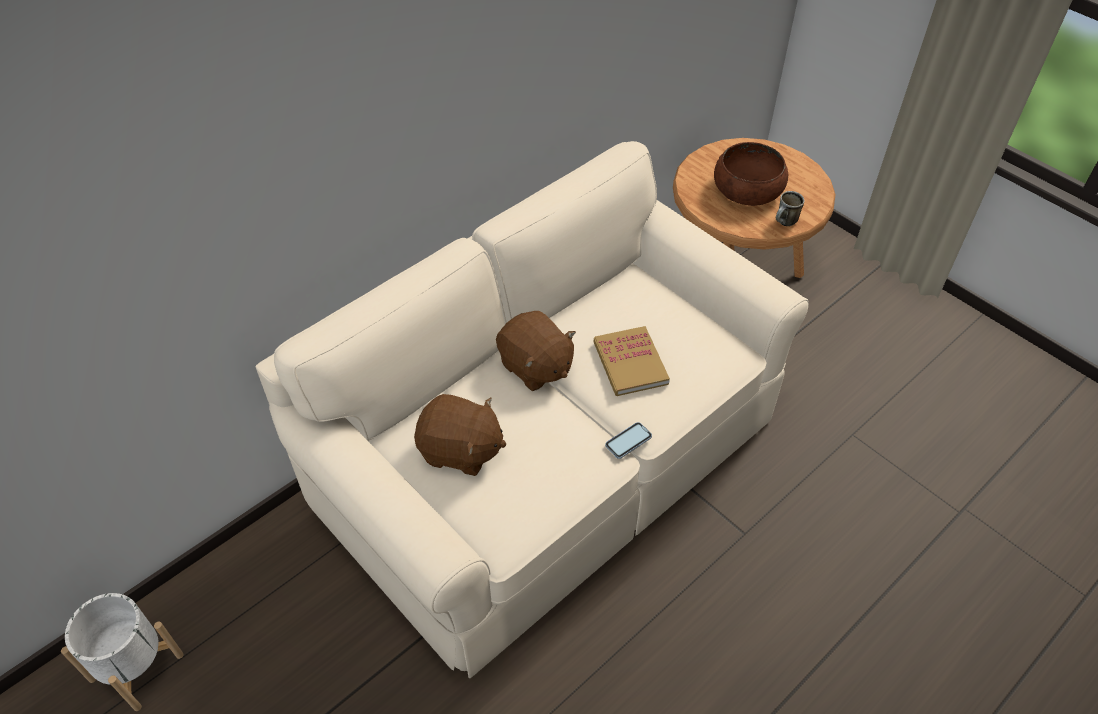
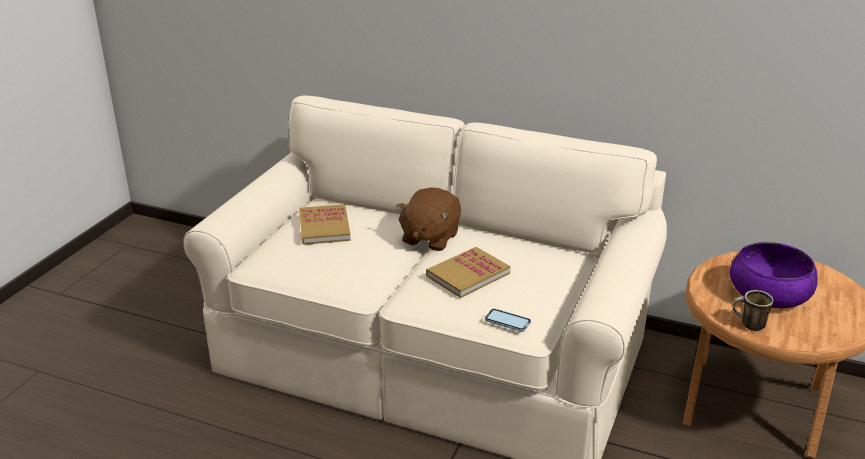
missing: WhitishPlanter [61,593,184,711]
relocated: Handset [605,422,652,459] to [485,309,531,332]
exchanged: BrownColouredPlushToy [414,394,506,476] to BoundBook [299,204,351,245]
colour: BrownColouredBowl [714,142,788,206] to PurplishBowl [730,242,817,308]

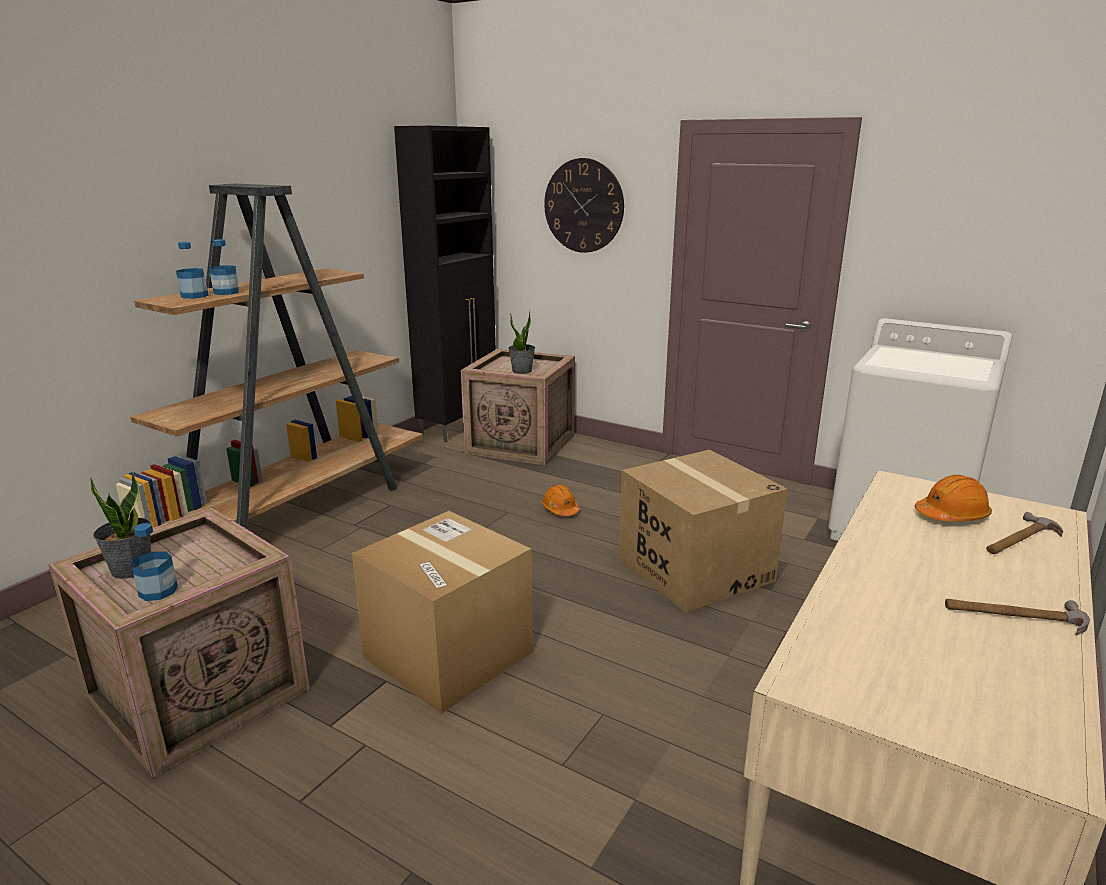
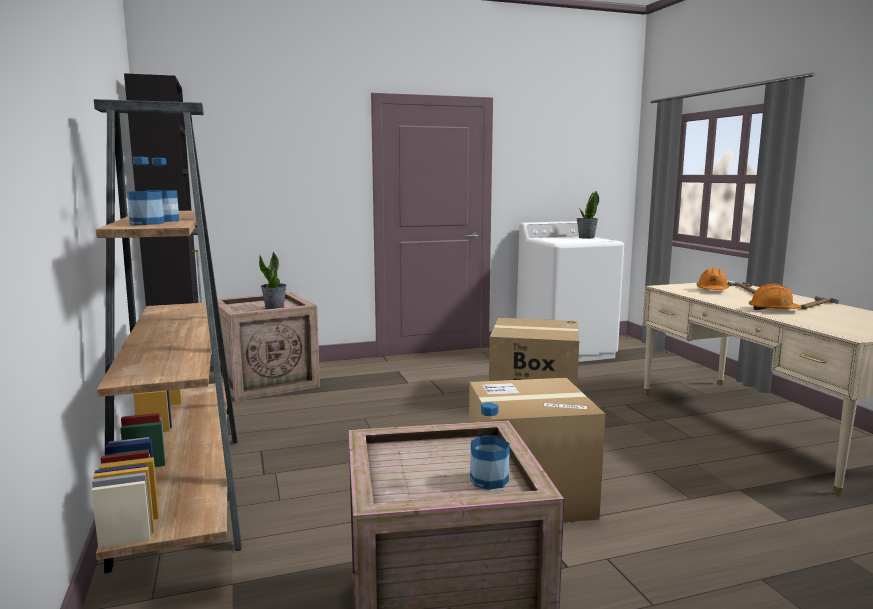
missing: WallClock [544,158,624,253]
relocated: Houseplant [90,471,151,579] to [576,190,599,239]; OrangeColouredHardHat [542,485,580,516] to [749,284,802,310]

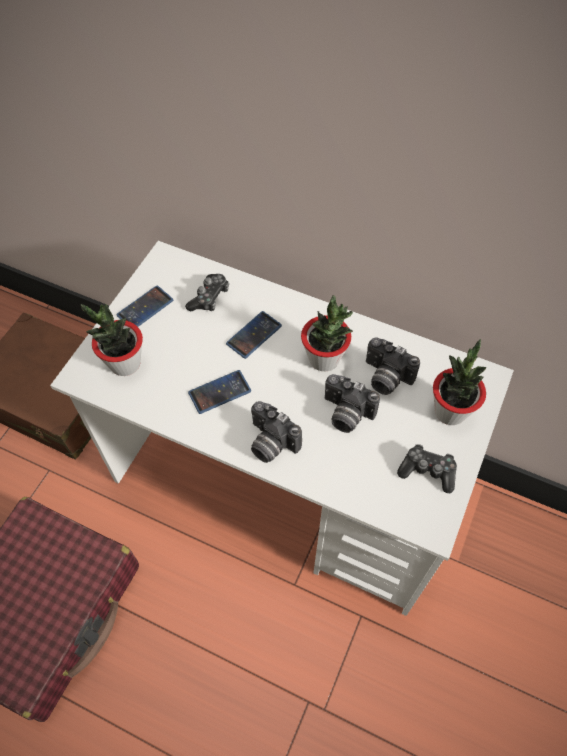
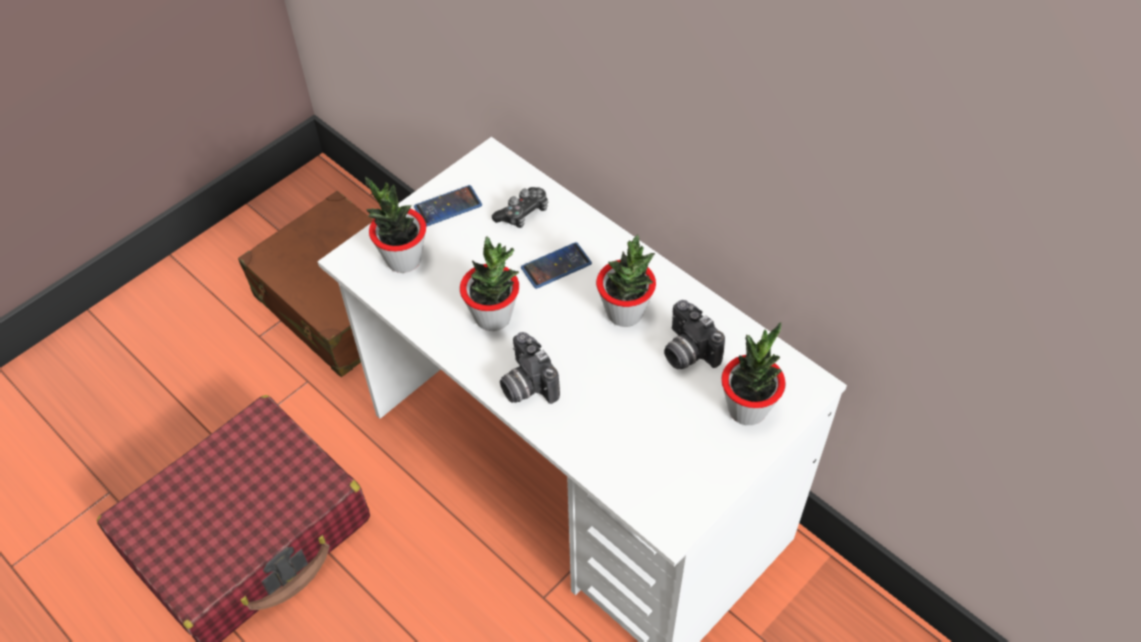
missing: StillCamera [325,374,380,433]; Gamepad [397,444,457,493]
exchanged: Handset [188,370,251,414] to Houseplant [460,236,519,331]

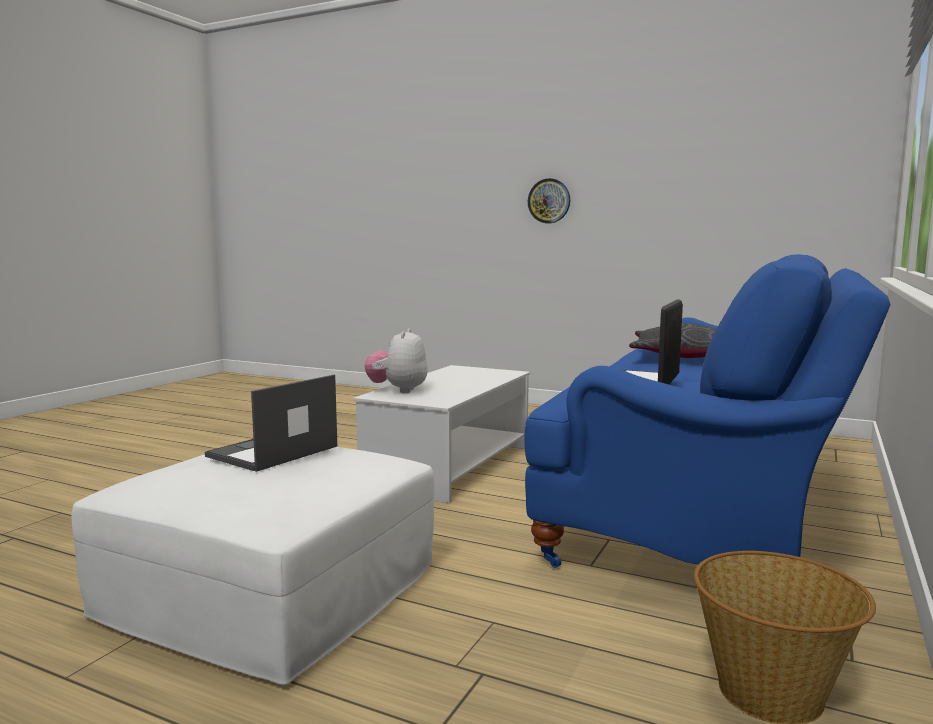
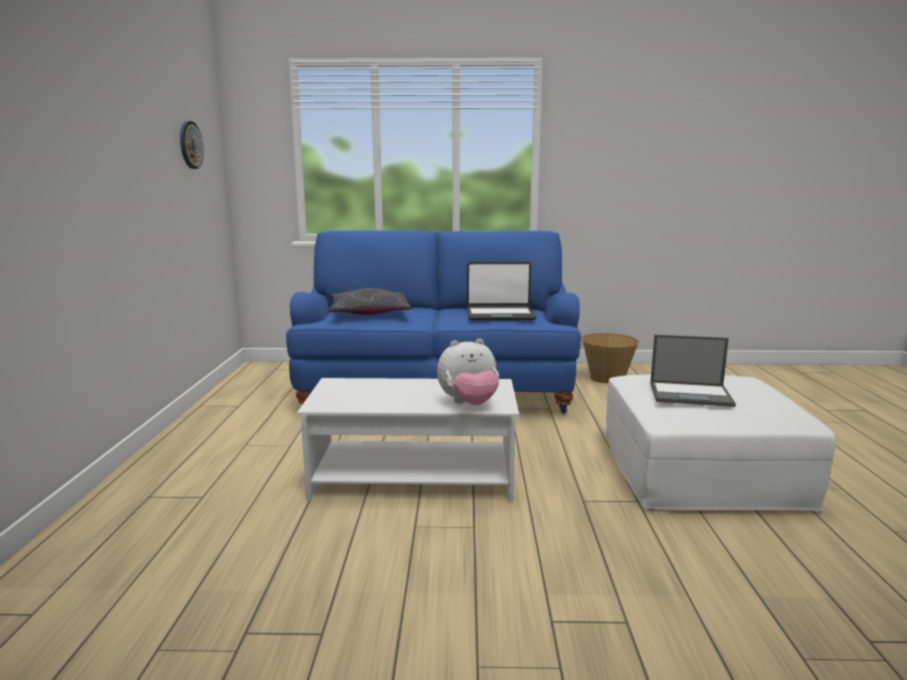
relocated: WallClock [528,178,570,223] to [180,121,204,169]

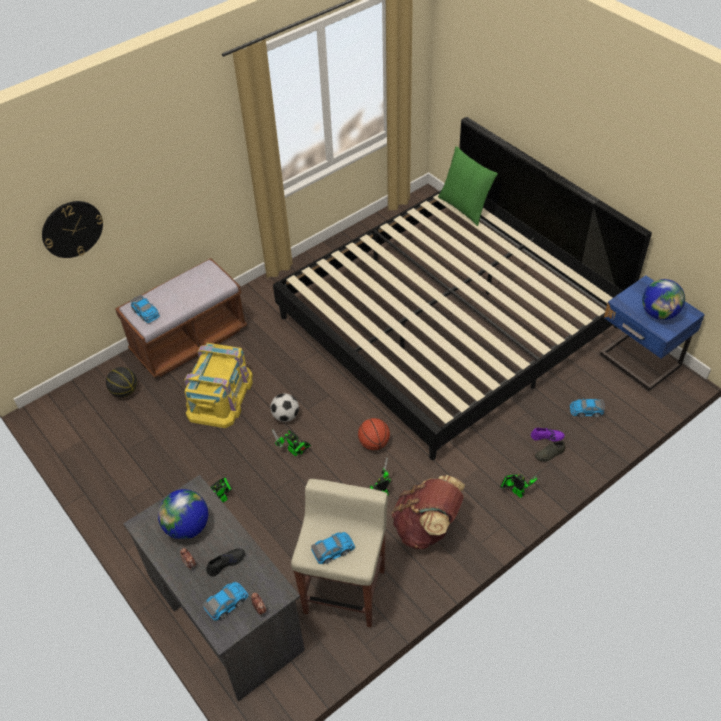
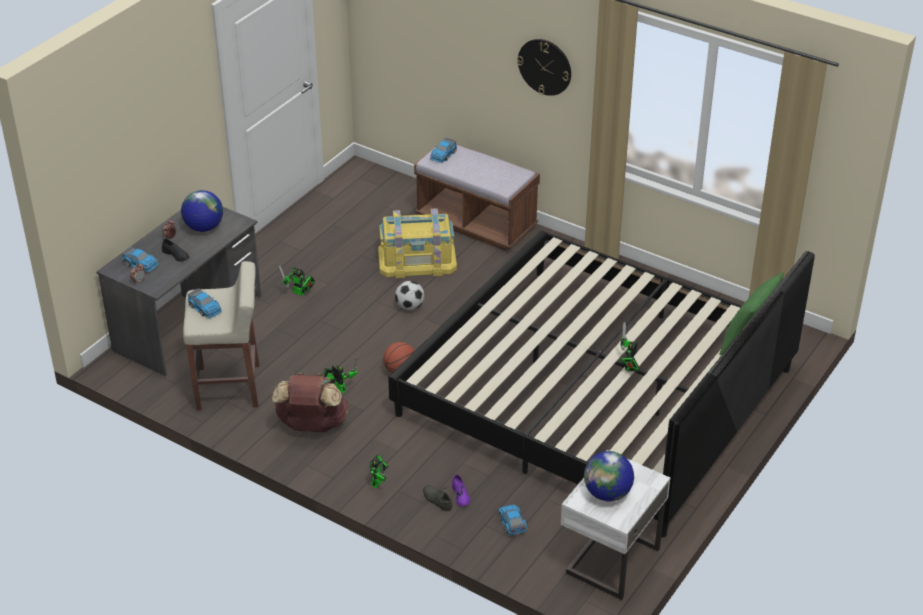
missing: BasketballBall [106,367,137,397]
relocated: WallClock [42,201,103,258] to [517,39,571,96]; ToyRobot [272,429,311,457] to [620,322,640,371]
colour: BlueColouredNightTable [600,275,705,391] to WhitishNightTable [561,450,670,600]

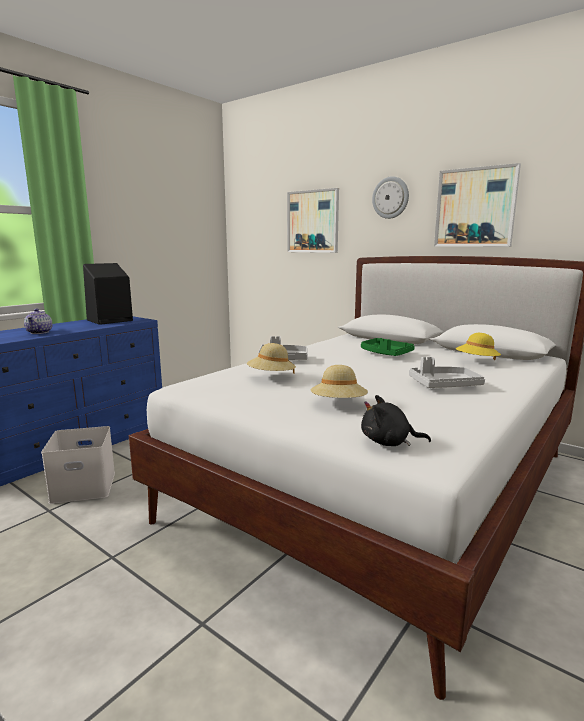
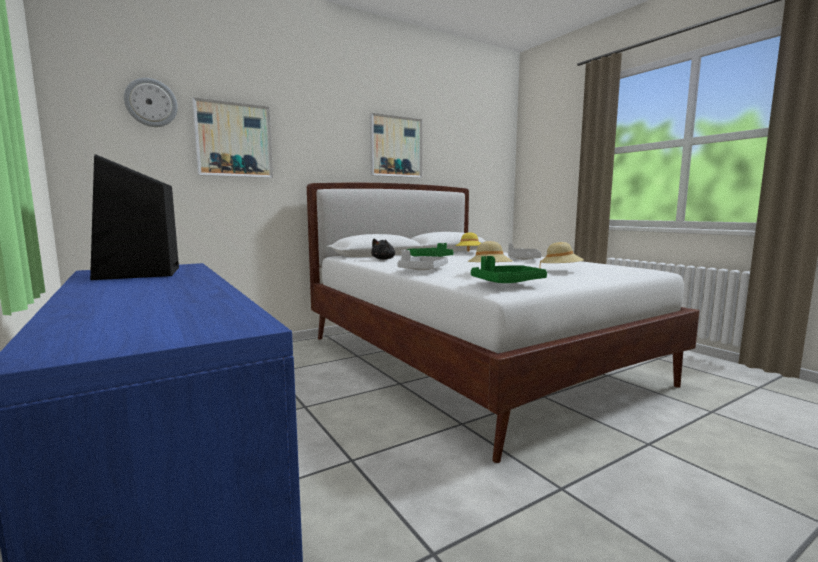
missing: TeaPot [24,308,52,334]; WhitishStorageBox [41,426,115,504]
appeared: GreenColouredTray [471,256,547,283]
relocated: WallClock [372,176,409,219] to [124,78,178,127]; BlackishPlushToy [361,395,431,446] to [371,239,395,260]

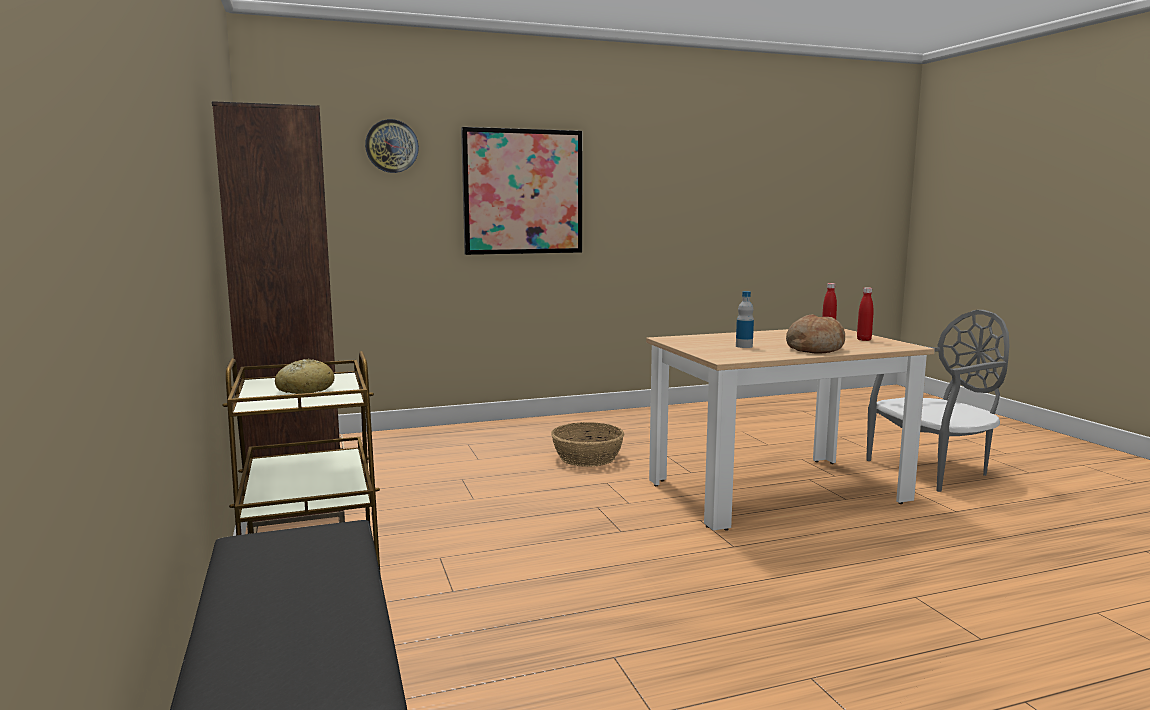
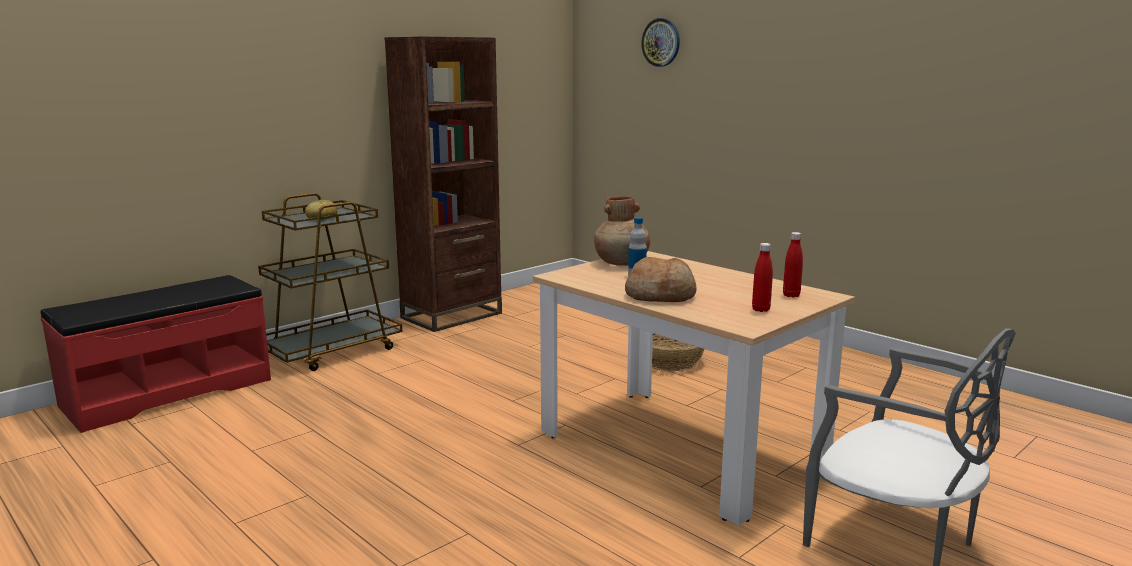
missing: WallArt [461,127,582,255]
appeared: BrownColouredDecorativeVase [594,196,650,266]

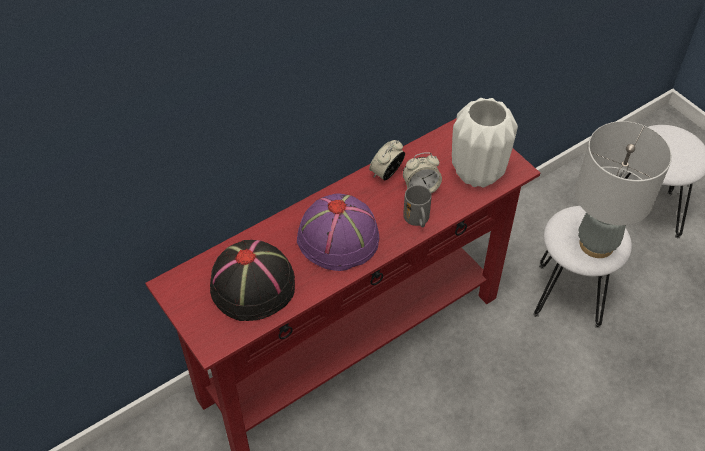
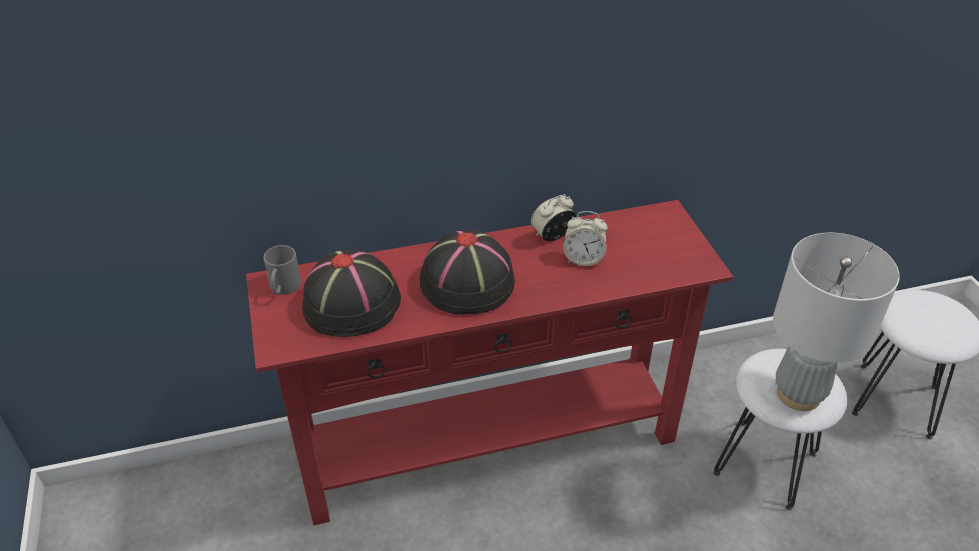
missing: WhitishDecorativeVase [452,98,518,187]
relocated: GreyMug [403,185,432,227] to [264,245,301,295]
colour: PurplishClothingHat [297,193,379,271] to BlackishClothingHat [420,230,515,315]

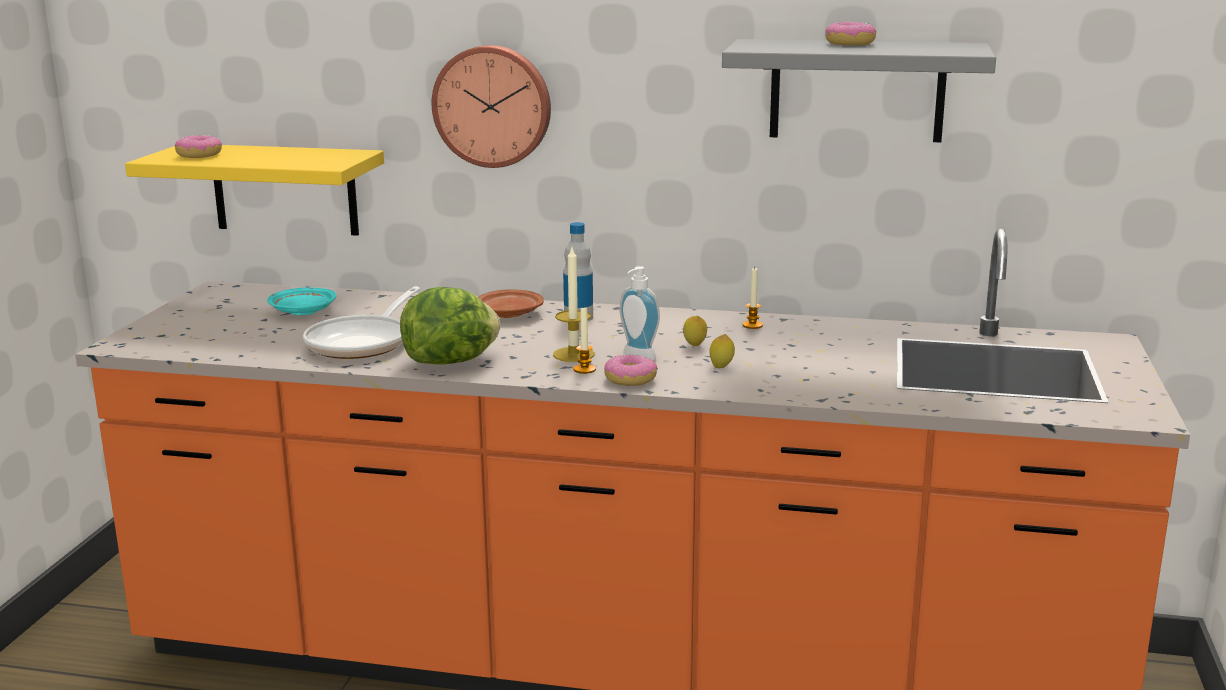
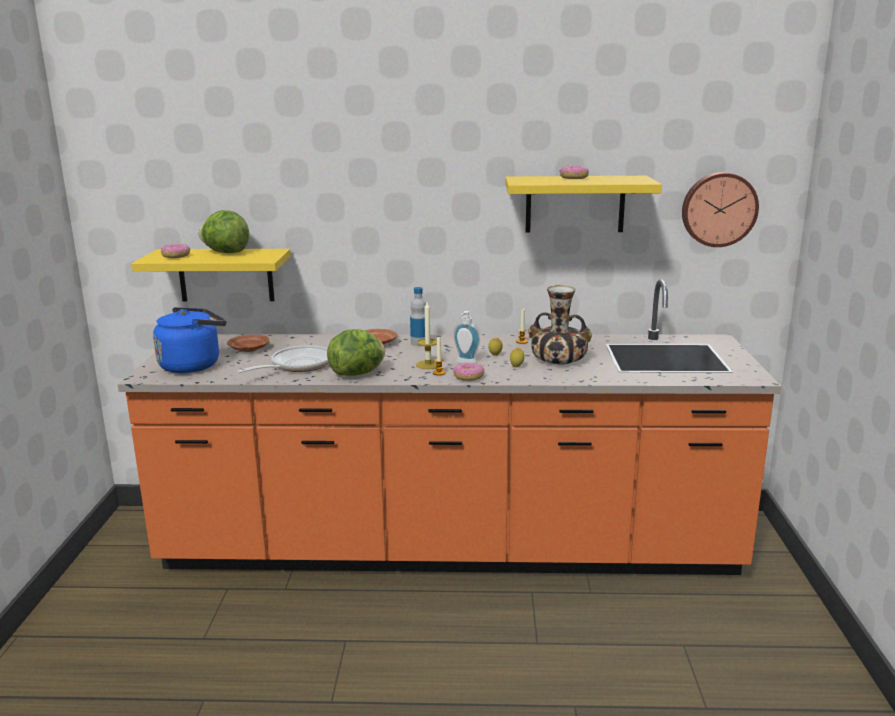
appeared: LettuceHead [199,210,250,253]; DecorativeVase [528,285,592,364]; BlueColouredWaterKettle [153,307,226,373]
relocated: WallClock [432,45,551,168] to [682,172,759,247]
colour: GreyShelf [722,39,996,142] to YellowColouredShelf [506,176,662,233]; TurquoisePlate [267,287,336,315] to BrownColouredPlate [227,335,269,352]
spun: Skillet [303,286,420,359] = [237,345,329,373] 150 degrees counterclockwise

